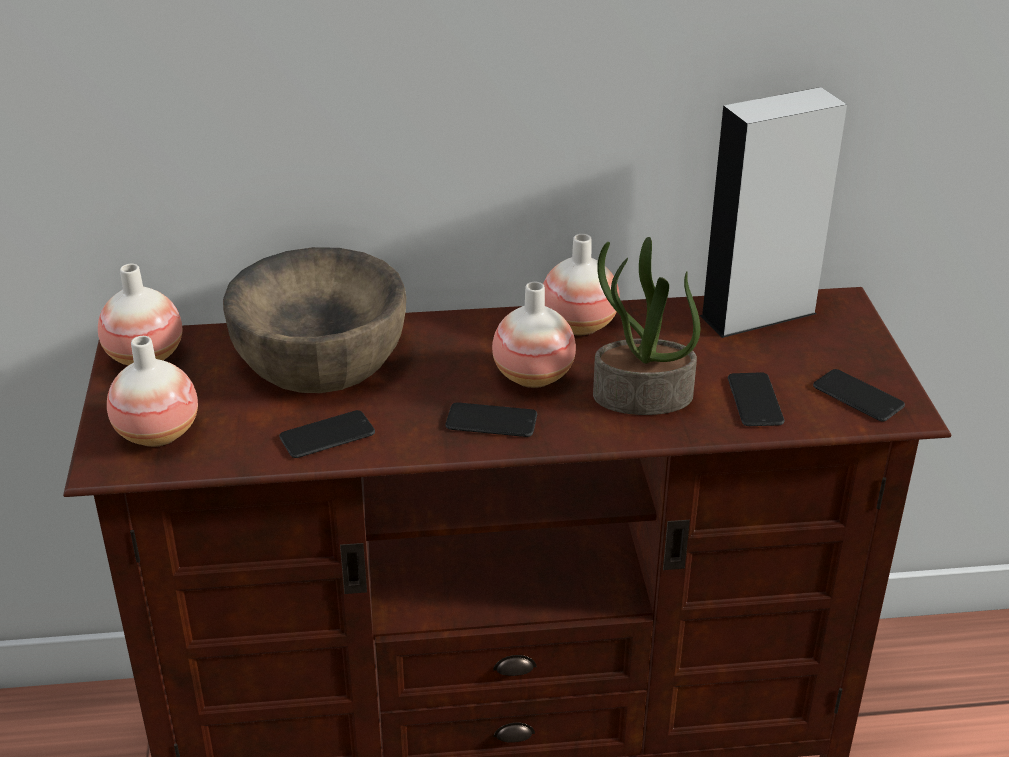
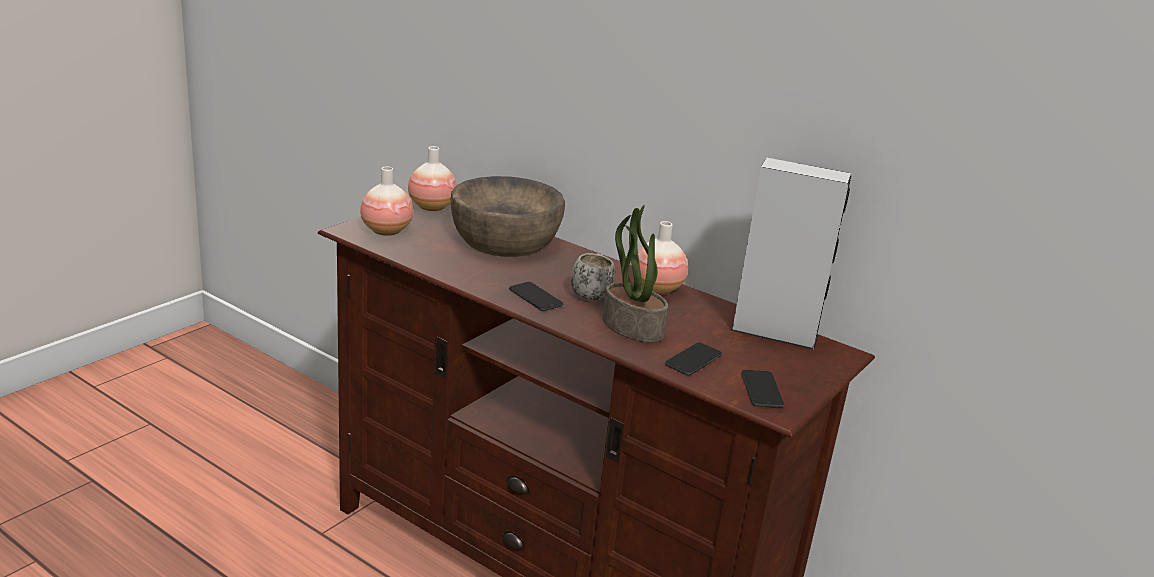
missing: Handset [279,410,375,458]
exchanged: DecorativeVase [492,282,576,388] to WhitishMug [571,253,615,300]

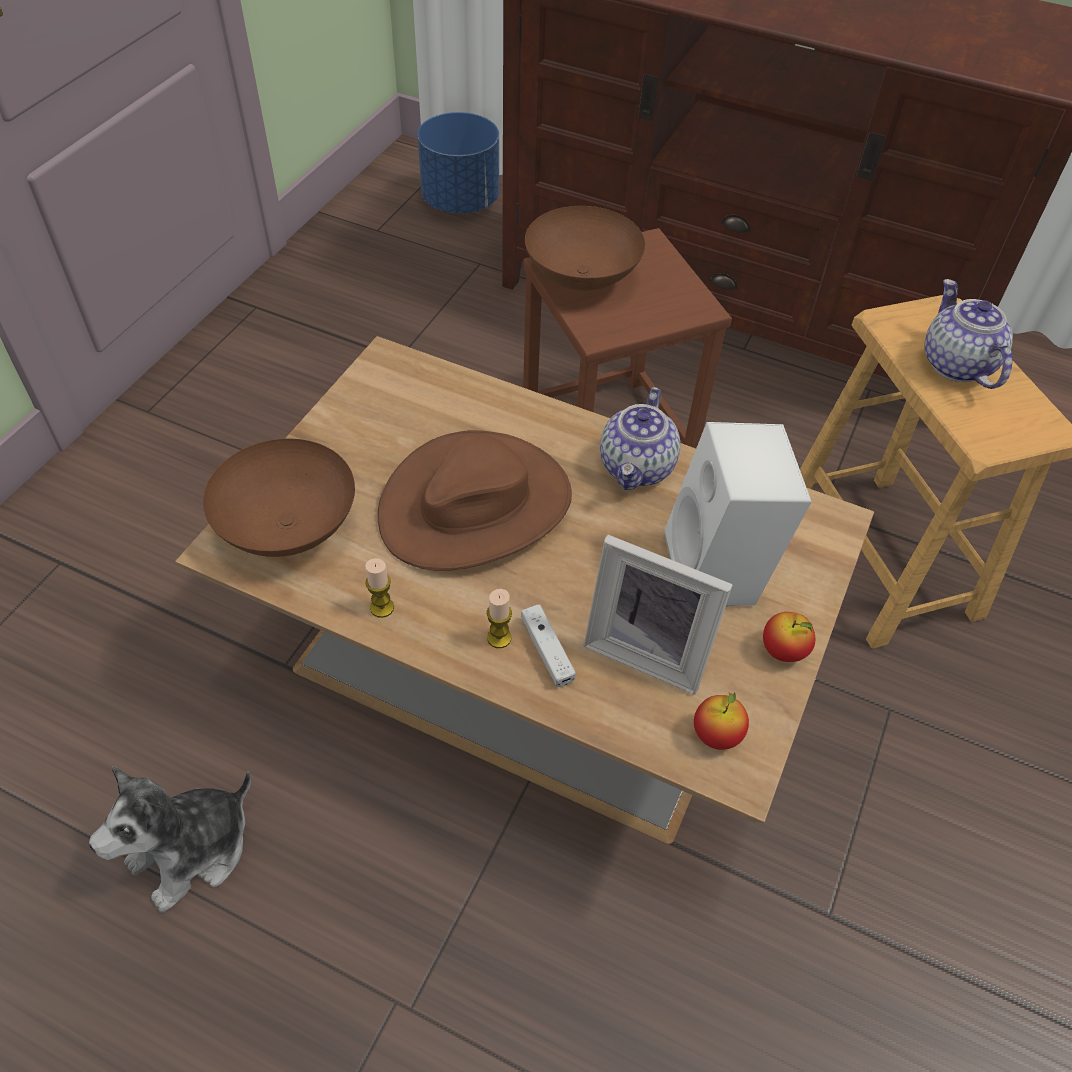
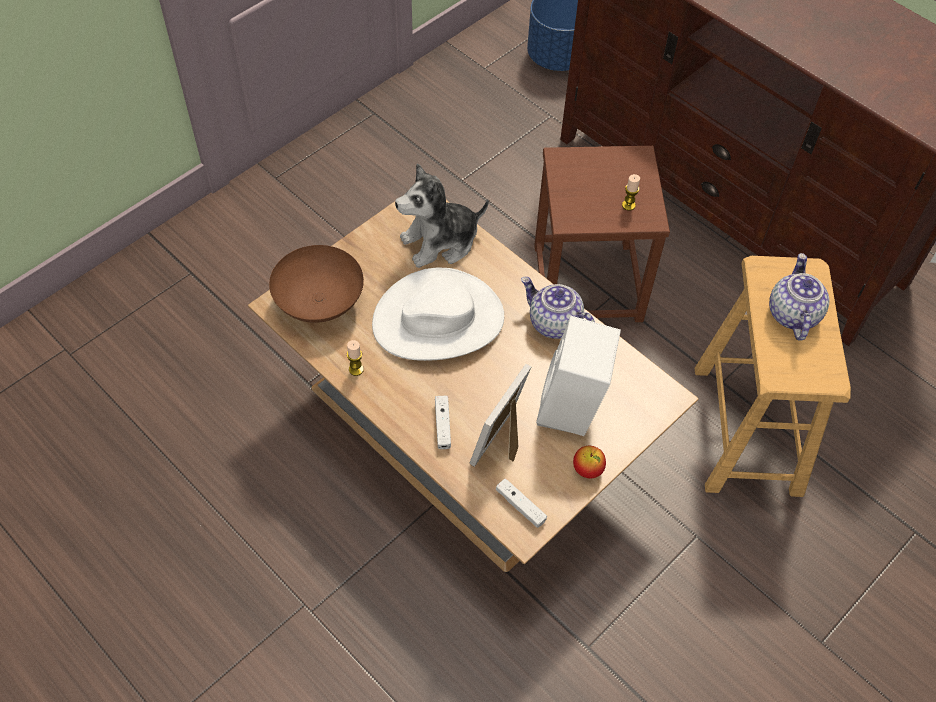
missing: BrownColouredBowl [525,206,645,291]
relocated: WaxLight [487,589,512,648] to [622,174,640,211]; PlushToy [89,766,251,913] to [395,163,489,268]
exchanged: AppleFruit [694,693,749,750] to WhitishGamepad [496,478,547,528]
colour: BrownColouredClothingHat [378,430,572,571] to WhitishClothingHat [372,268,504,361]
spun: TeaPot [600,387,680,490] = [521,277,595,339] 90 degrees clockwise; PictureFrame [584,535,733,695] = [470,364,531,467] 75 degrees clockwise

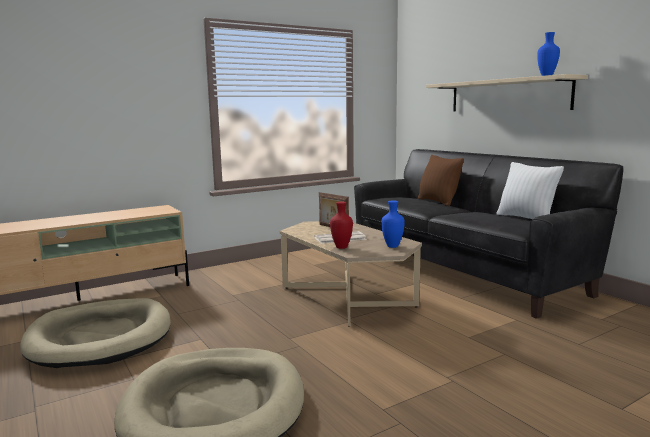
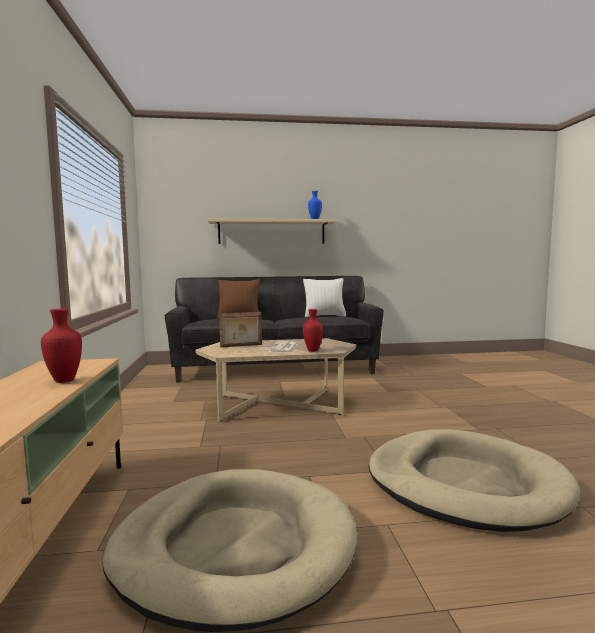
missing: BlueColouredDecorativeVase [381,201,405,248]
appeared: RedColouredDecorativeVase [41,308,82,383]

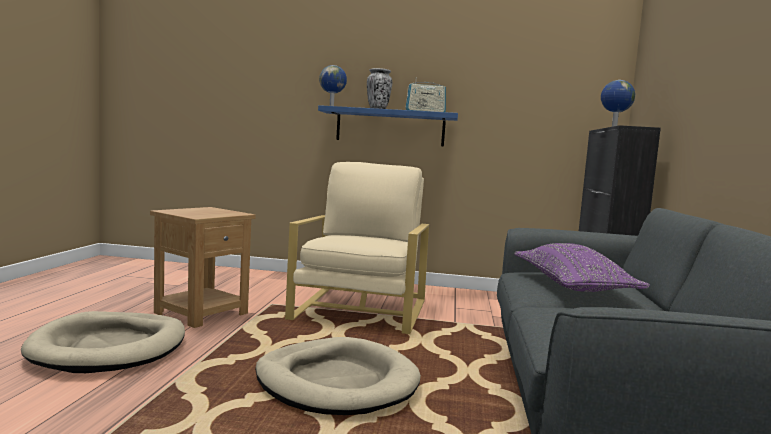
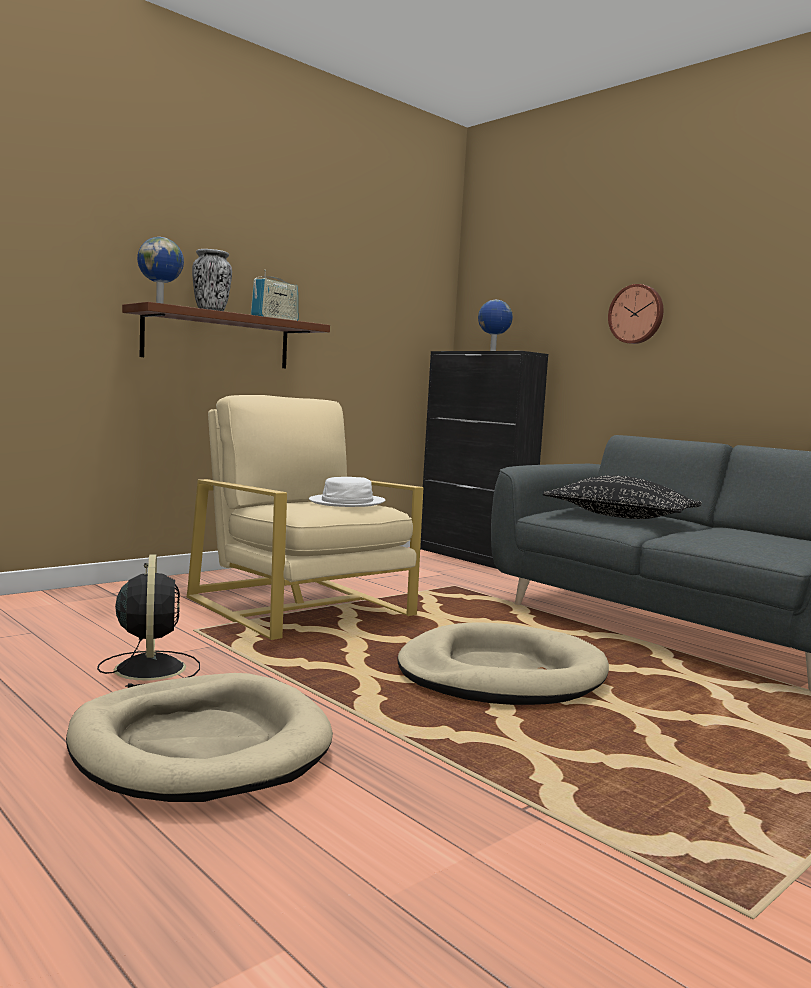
appeared: WallClock [608,284,663,344]; WhitishClothingHat [309,477,385,507]
exchanged: BrownColouredSideTable [150,207,256,328] to BlackishElectricFan [97,555,200,688]
colour: BlueColouredShelf [318,105,458,146] to BrownColouredShelf [122,302,330,368]; PurplishPillow [514,243,650,292] to BlackishPillow [543,476,702,519]

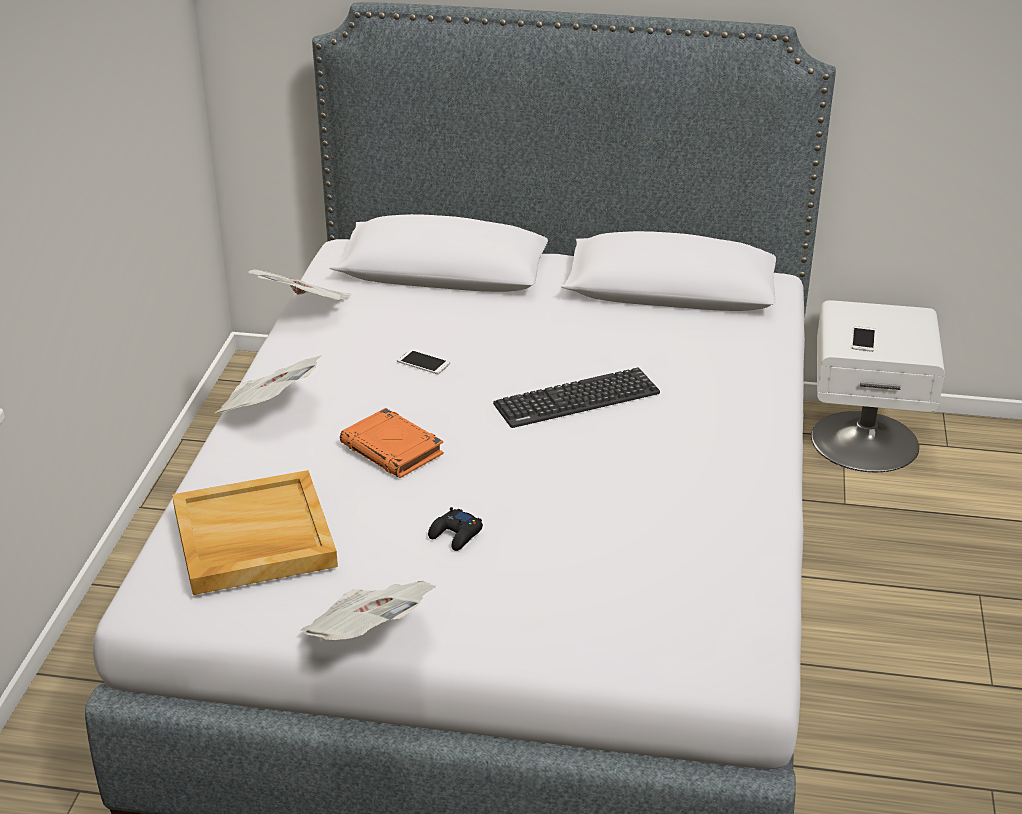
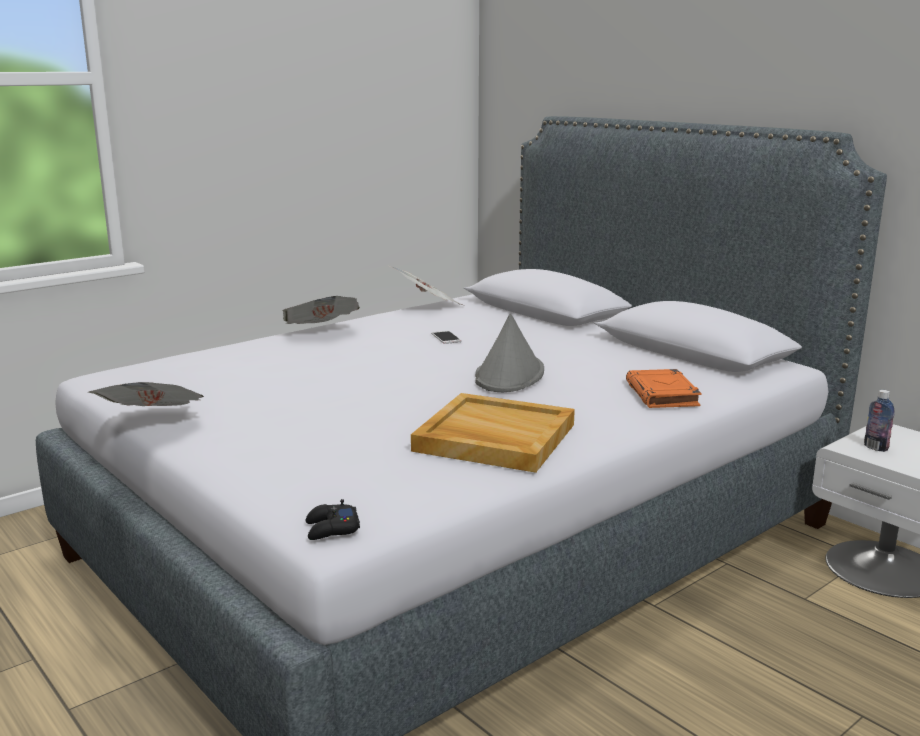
relocated: OrangeColouredBoundBook [340,408,444,478] to [626,369,701,408]; BeigeTray [172,470,338,595] to [411,393,575,473]; BlackishGamepad [428,507,483,551] to [306,499,360,540]
exchanged: Handset [852,326,876,352] to DrinkBottle [864,390,895,452]; PcKeyboard [493,367,660,428] to GreyClothingHat [475,314,544,392]

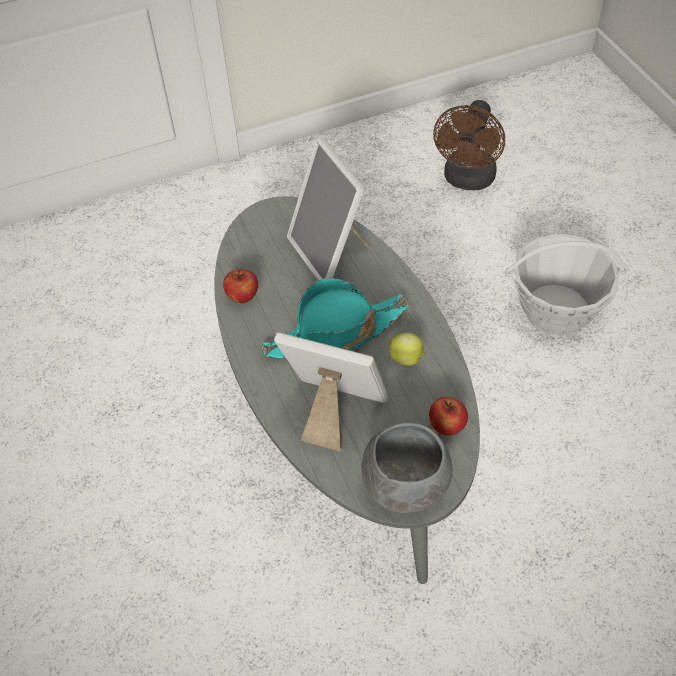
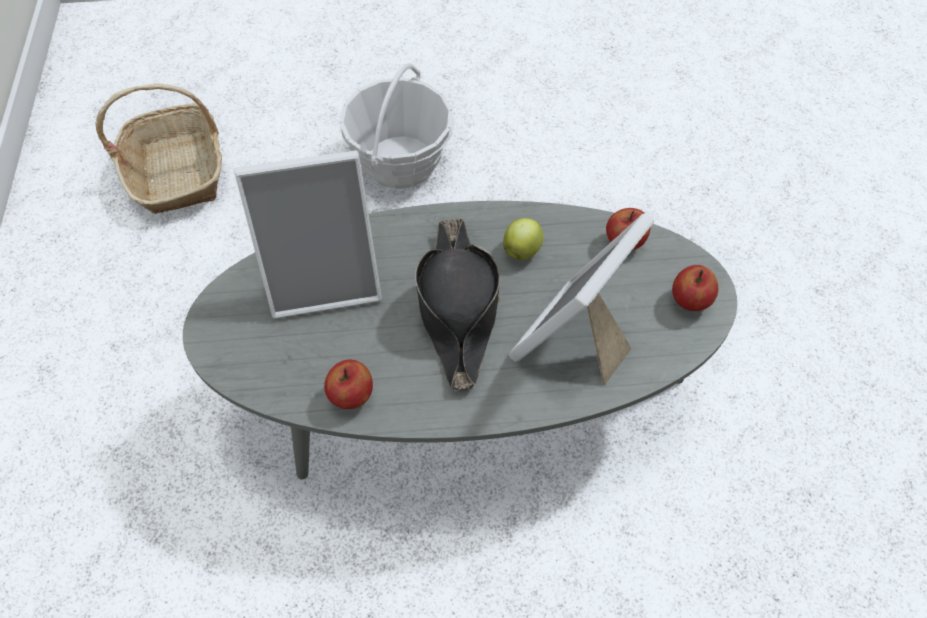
exchanged: BrownColouredElectricFan [433,100,505,190] to StorageBasket [96,84,222,214]; GreyBowl [361,423,452,513] to AppleFruit [672,265,718,311]
colour: TurquoiseClothingHat [261,278,409,358] to BlackishClothingHat [415,218,500,391]

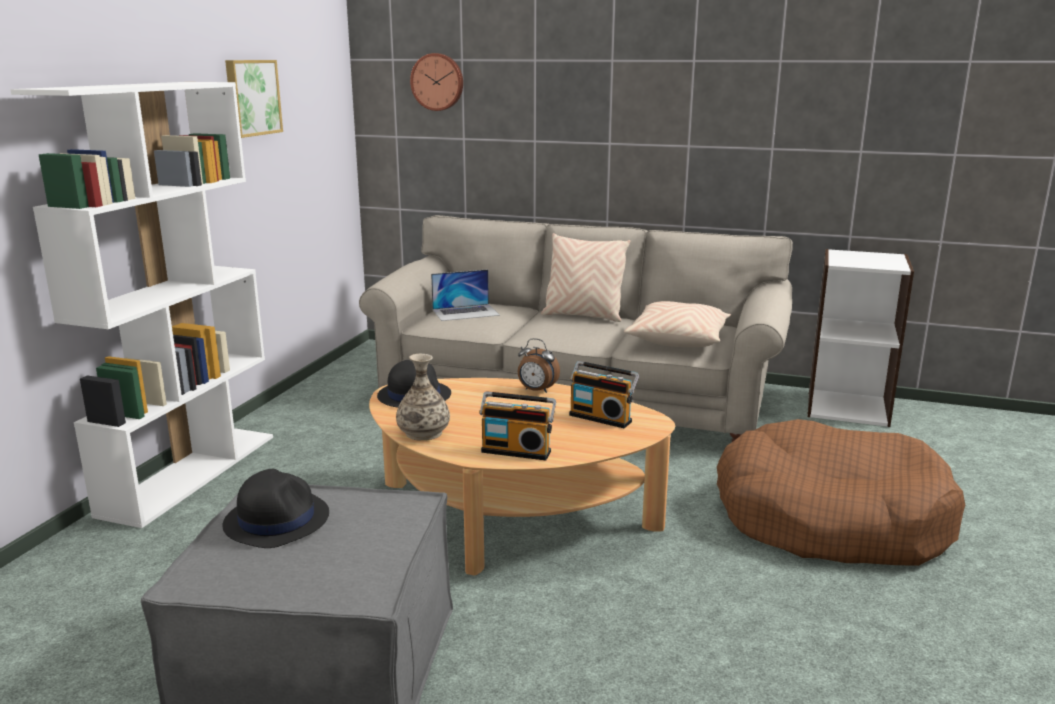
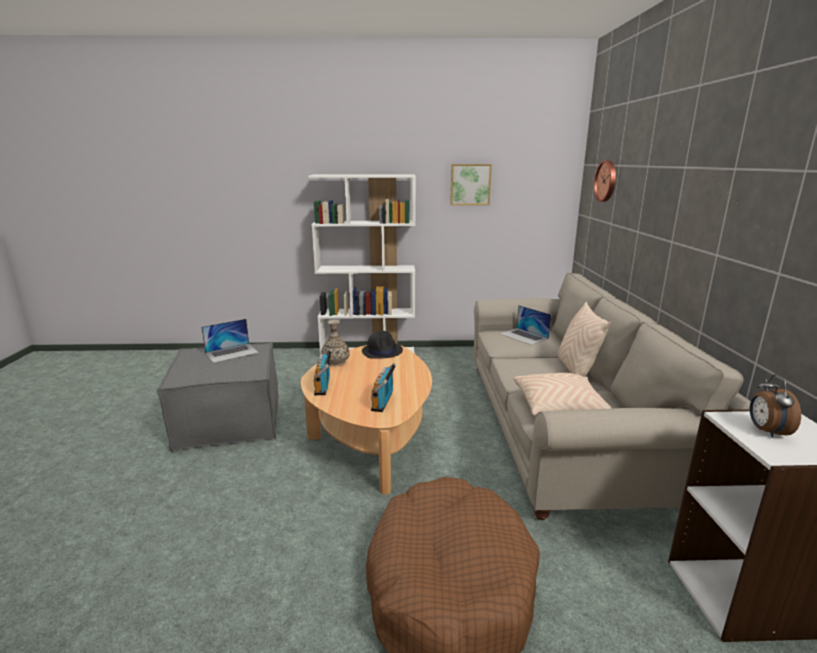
relocated: TableClock [518,338,560,393] to [750,374,801,438]
exchanged: BlackishClothingHat [223,469,329,548] to Laptop [201,319,259,363]

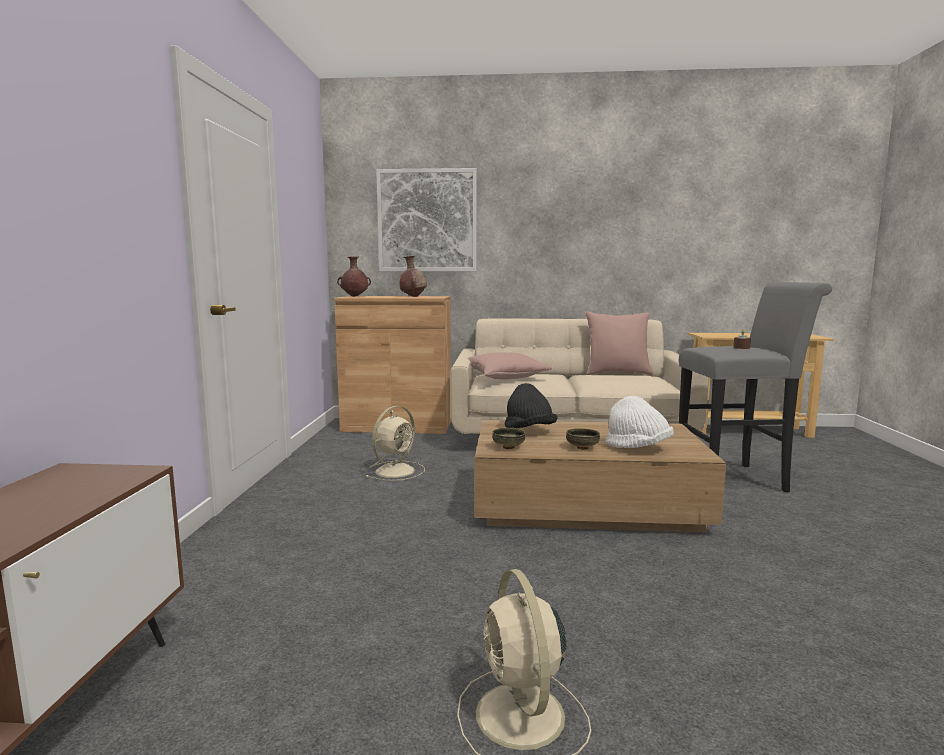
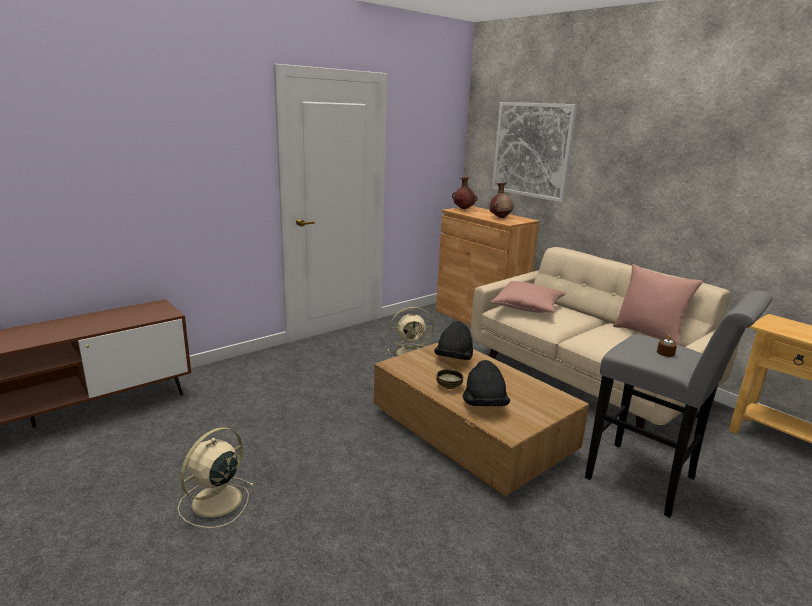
missing: Bowl [492,428,525,449]
colour: WhitishClothingHat [605,396,674,448] to BlackishClothingHat [463,360,510,406]

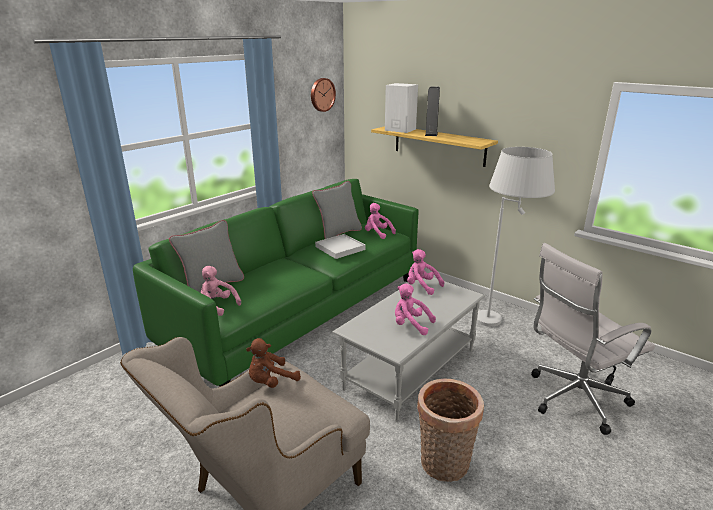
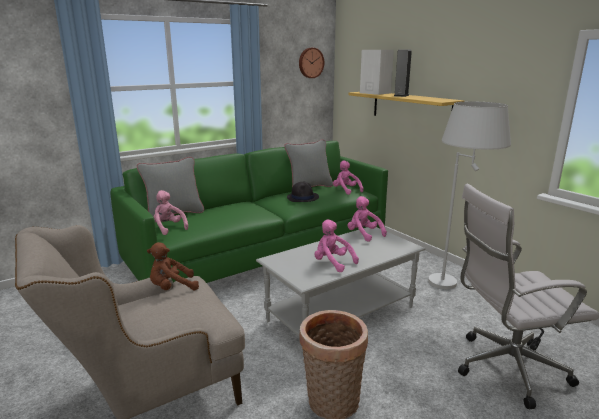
exchanged: WhitishTray [315,234,366,259] to BlackishClothingHat [287,182,319,202]

